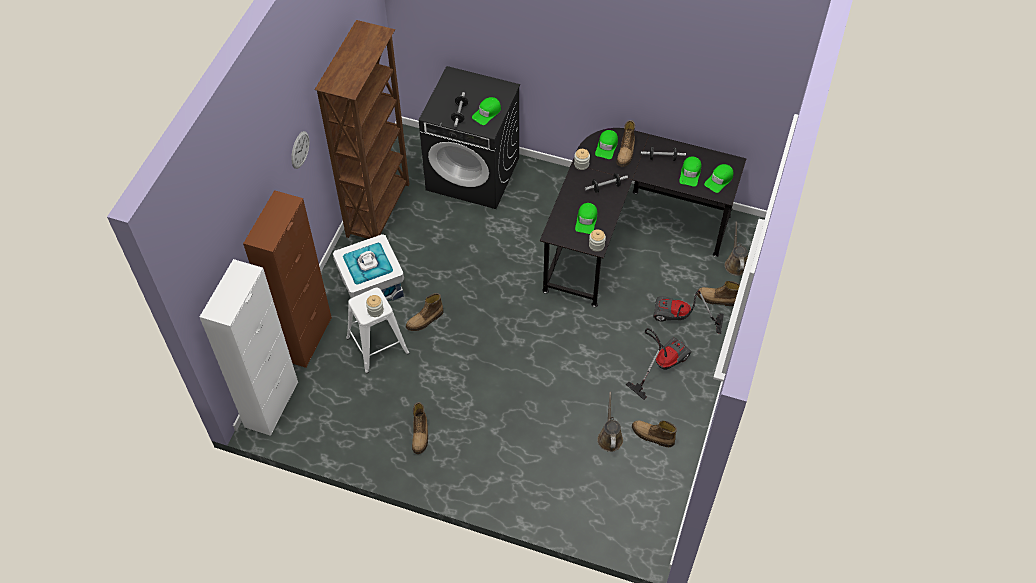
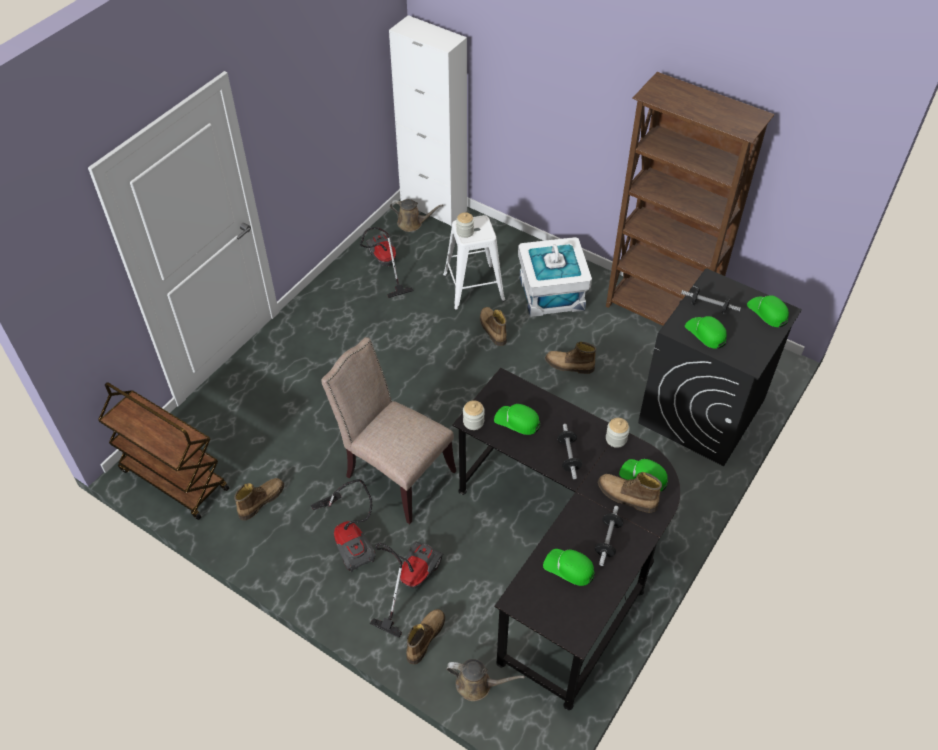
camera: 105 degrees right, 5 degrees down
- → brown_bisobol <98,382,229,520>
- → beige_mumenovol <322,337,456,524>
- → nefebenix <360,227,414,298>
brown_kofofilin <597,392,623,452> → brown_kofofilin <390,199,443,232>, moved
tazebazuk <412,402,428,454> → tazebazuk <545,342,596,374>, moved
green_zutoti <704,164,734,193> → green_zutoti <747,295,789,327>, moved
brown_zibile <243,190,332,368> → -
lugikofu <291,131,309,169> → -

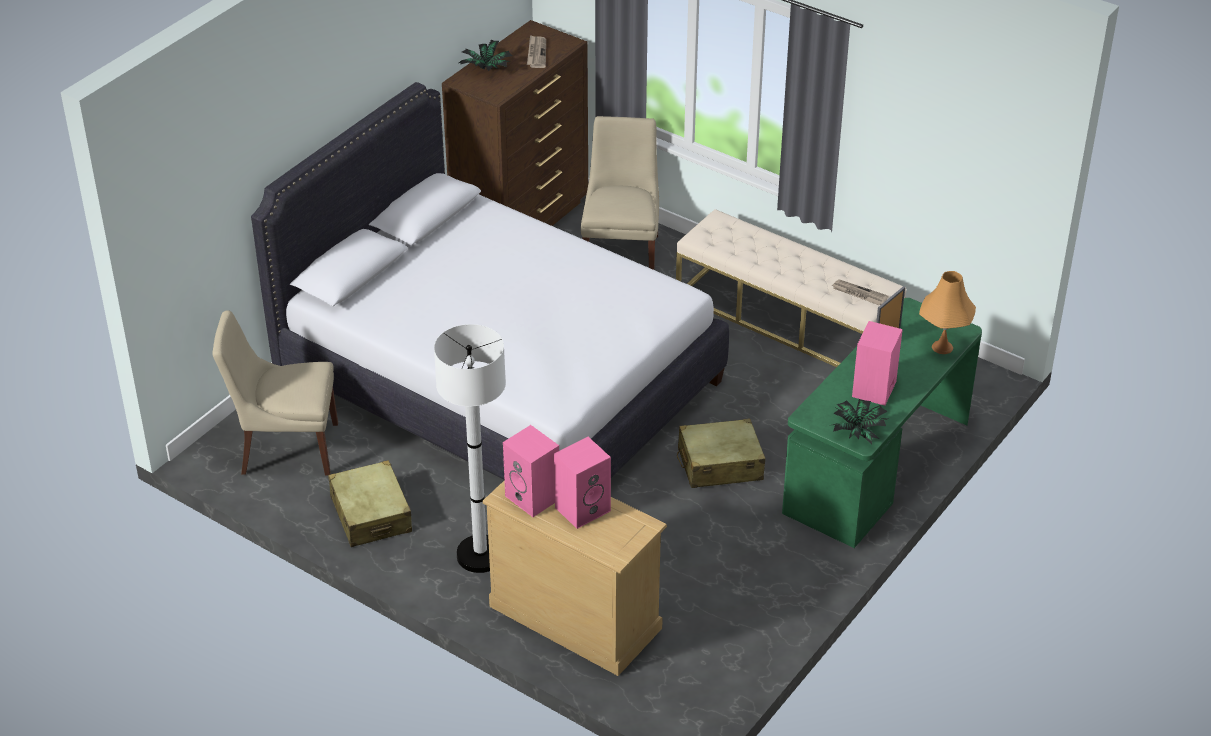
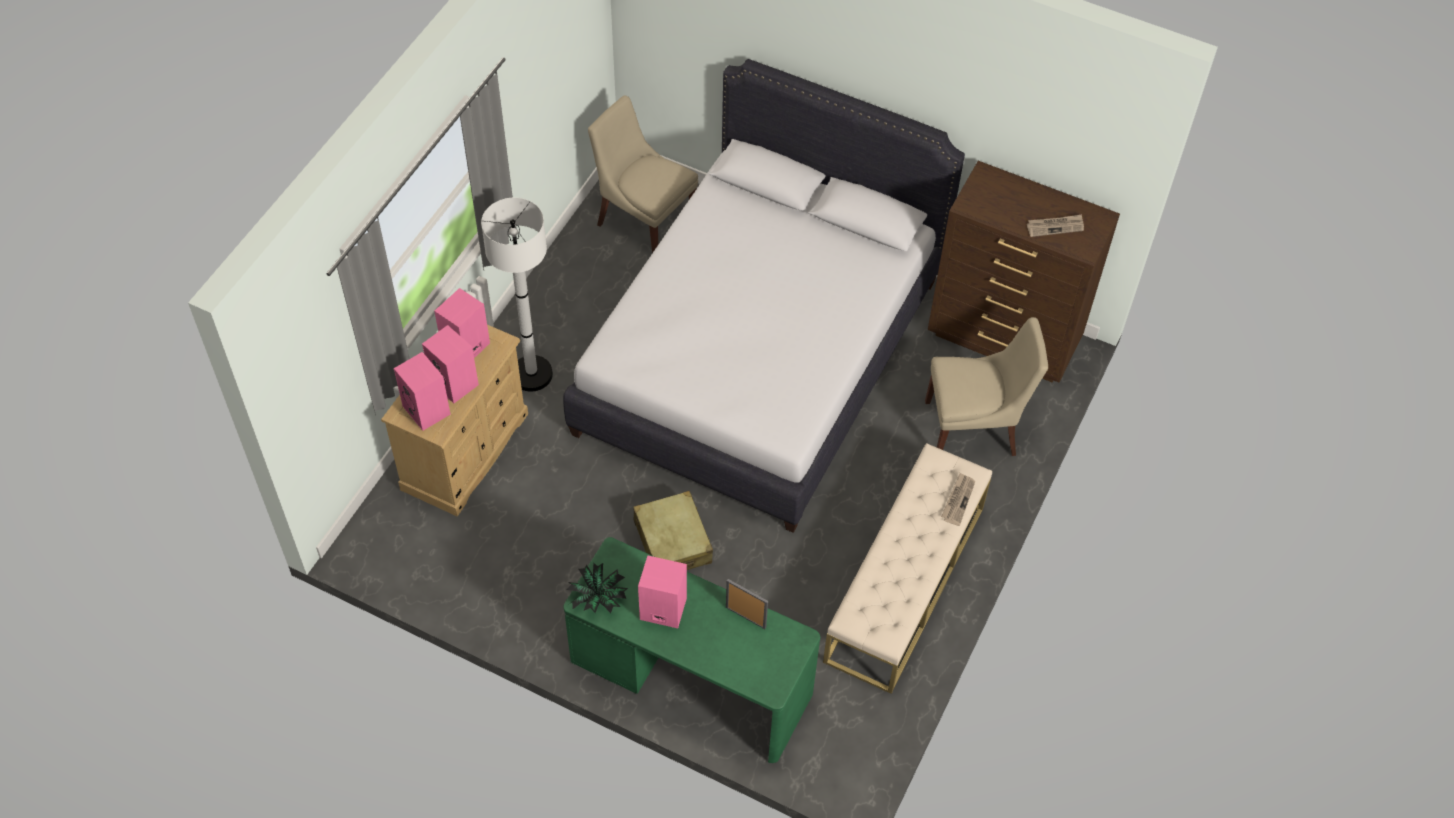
camera: 80 degrees right, 15 degrees up
- → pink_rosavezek <394,352,450,431>
beige_mumenovol <213,310,338,476> → beige_mumenovol <588,96,698,253>, 45 degrees counterclockwise
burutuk <831,279,889,305> → burutuk <941,473,975,526>, moved
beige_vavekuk <328,460,412,547> → -
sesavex <459,39,513,71> → -
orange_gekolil <919,271,976,354> → -

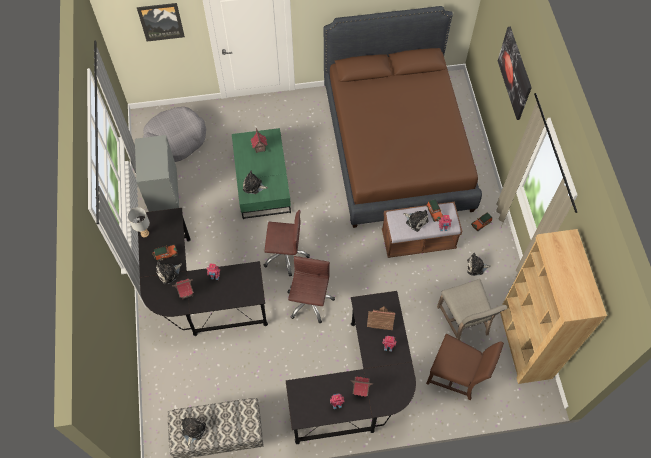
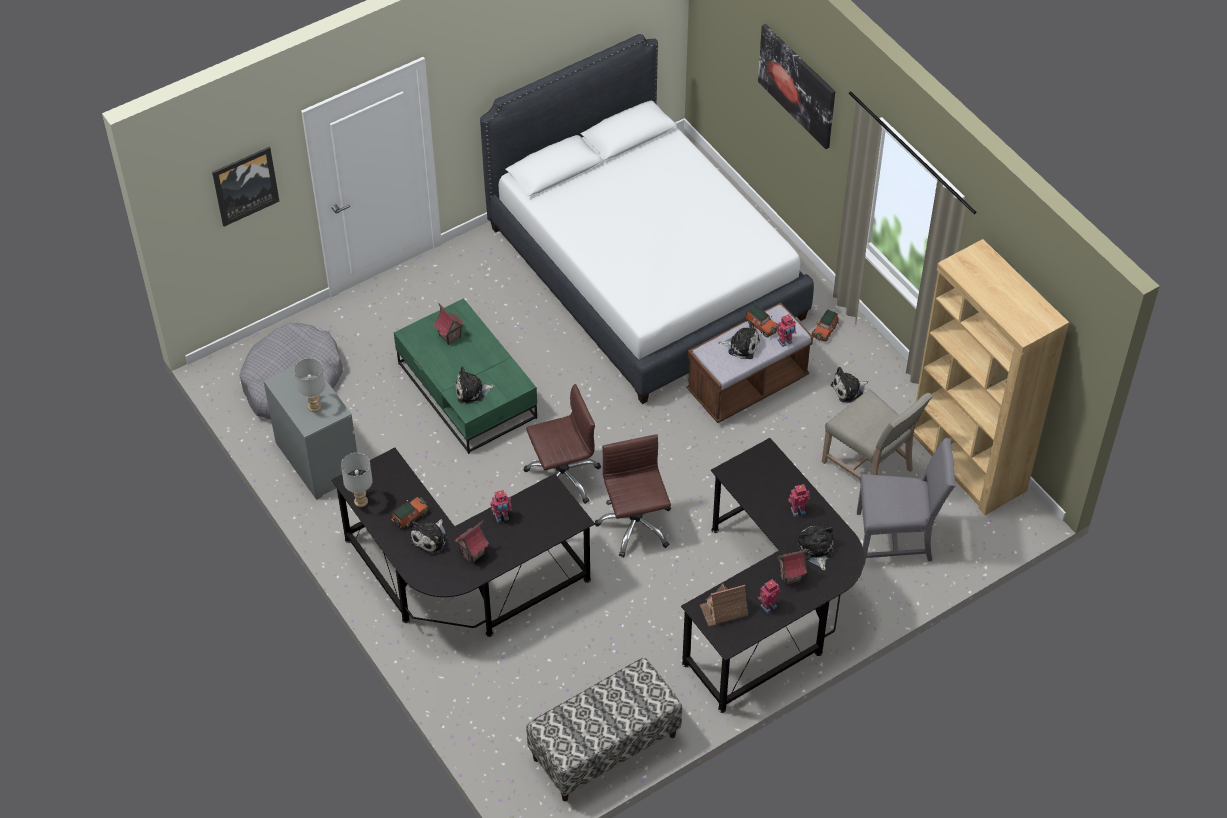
camera: 25 degrees left, 10 degrees down
- → grey_gekolil <294,358,325,412>
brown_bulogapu <324,6,482,228> → white_bulogapu <480,34,814,404>
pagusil <367,306,395,330> → pagusil <700,584,748,626>, moved
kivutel <181,416,206,447> → kivutel <798,526,834,571>, moved
brown_mumenovol <426,334,504,400> → grey_mumenovol <857,438,956,565>

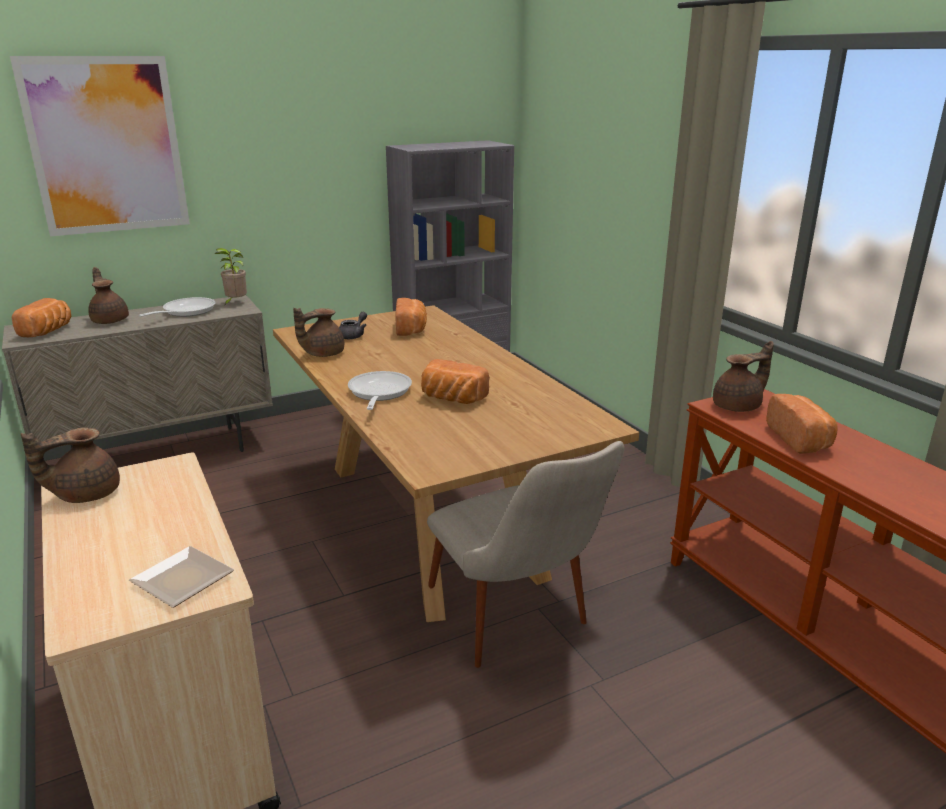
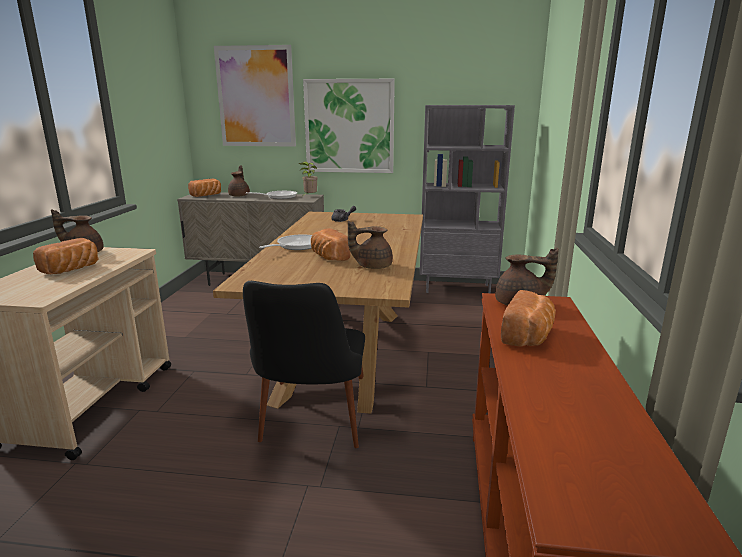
camera: 35 degrees right, 5 degrees down
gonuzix <395,298,427,336> → gonuzix <33,238,98,274>, moved
beige_mumenovol <427,441,624,668> → black_mumenovol <243,281,365,448>
- → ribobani <303,79,395,173>
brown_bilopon <293,308,344,357> → brown_bilopon <348,221,393,269>, moved
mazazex <129,546,234,608> → -

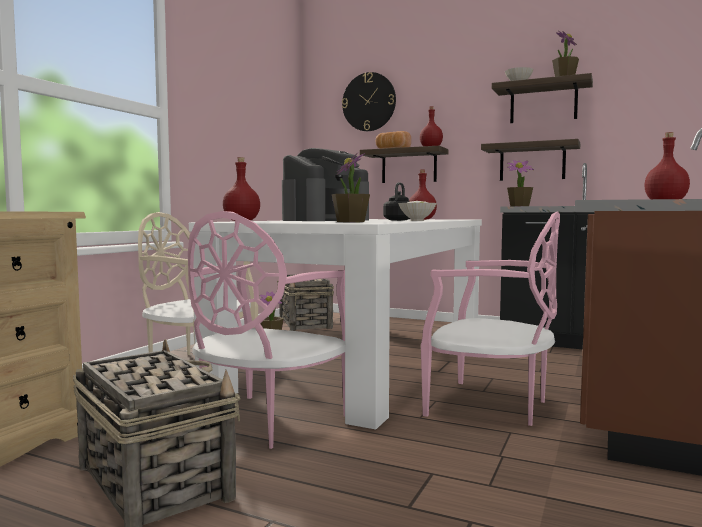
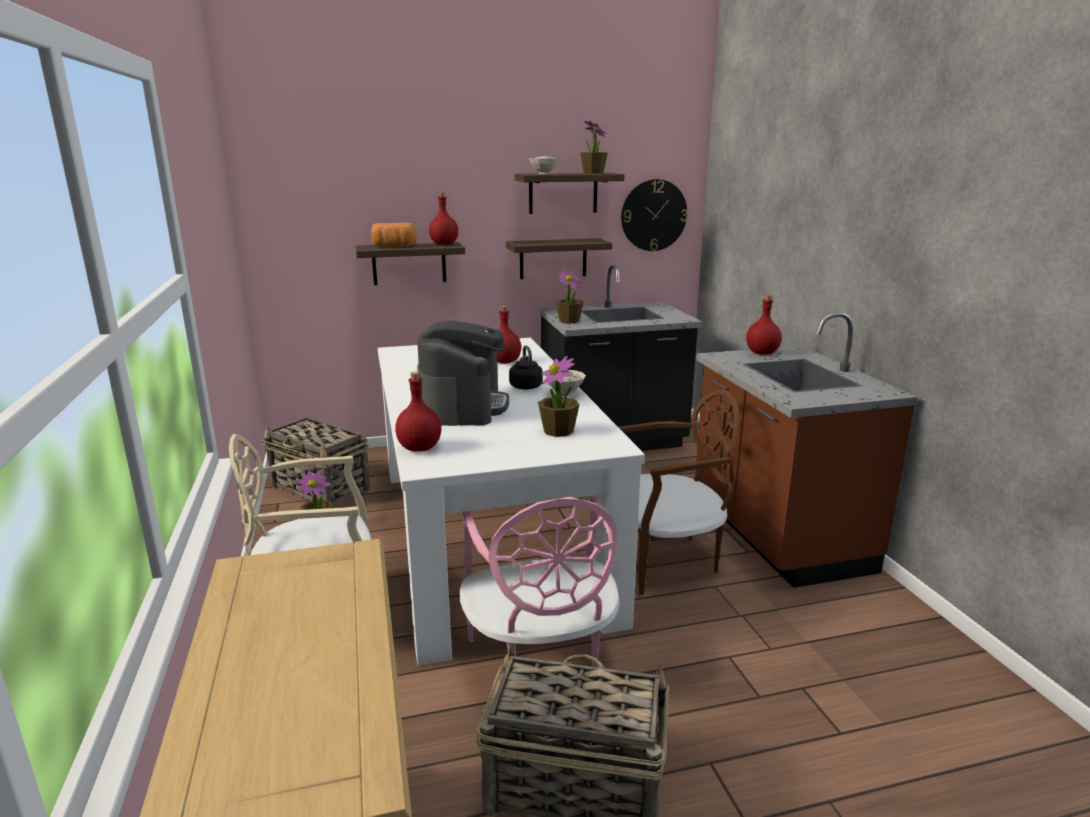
camera: 40 degrees left, 15 degrees up
pink_mumenovol <421,212,560,426> → brown_mumenovol <619,389,739,595>
lugikofu <342,72,396,131> → lugikofu <621,179,688,251>, moved

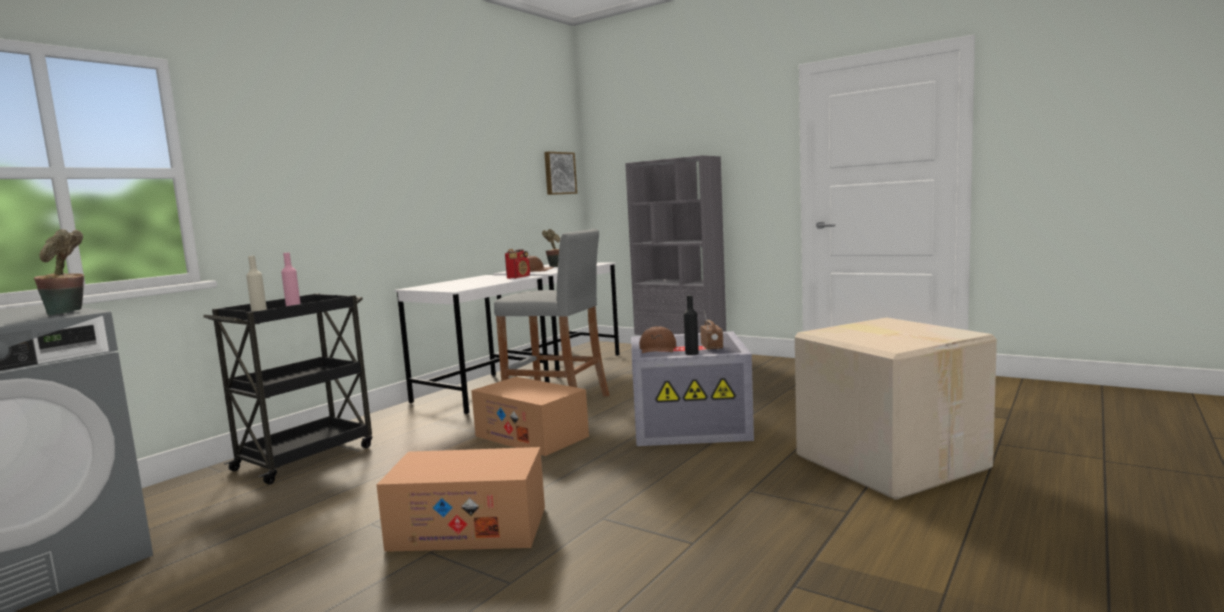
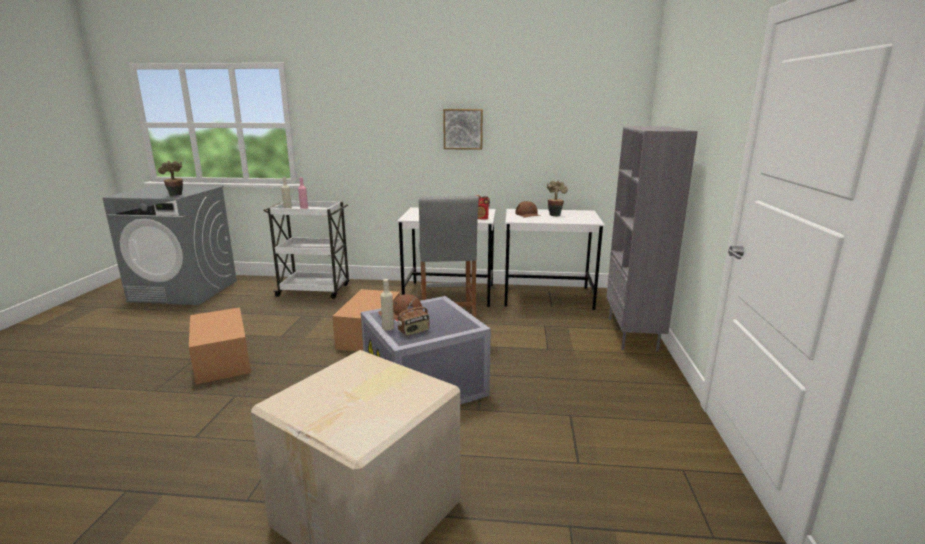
camera: 60 degrees right, 10 degrees up
black_bisobol <203,293,372,484> → white_bisobol <263,201,349,299>
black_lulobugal <684,295,699,355> → beige_lulobugal <380,279,394,330>
ribobani <544,152,577,195> → ribobani <443,109,483,150>, moved

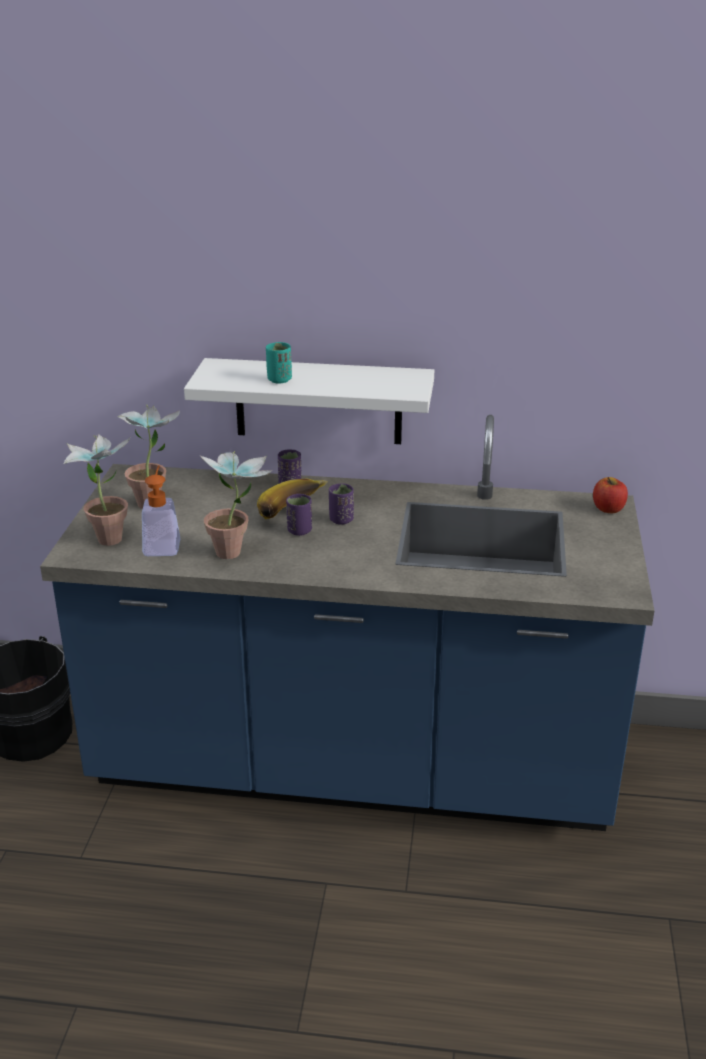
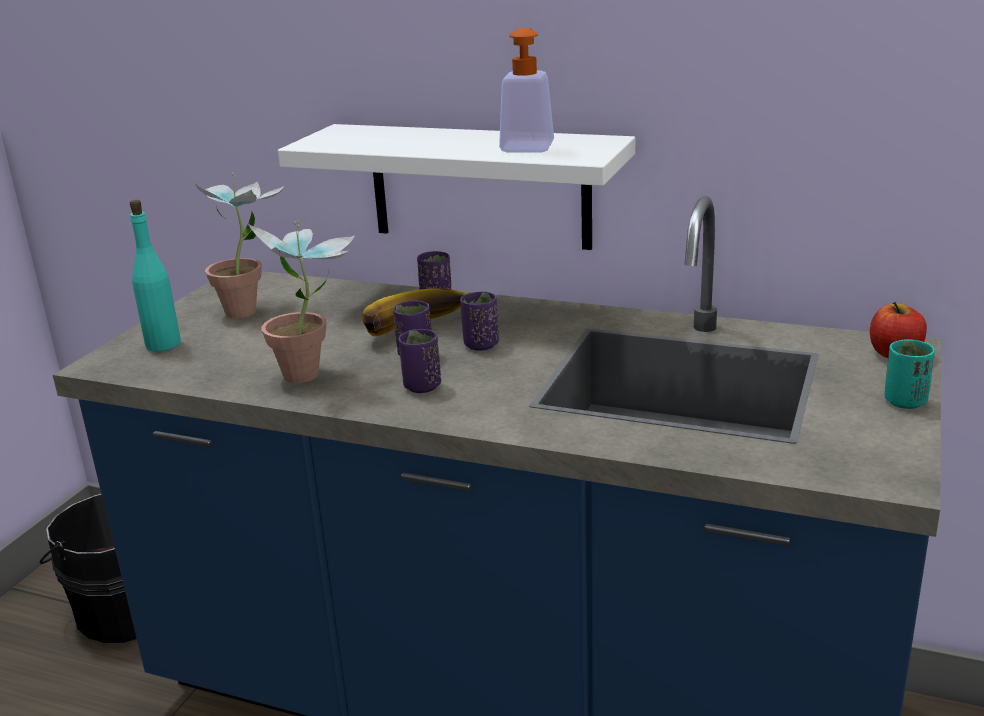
camera: 15 degrees right, 5 degrees down
sesavex <64,435,130,546> → turquoise_lulobugal <130,200,181,352>
- → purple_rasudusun <398,329,441,393>
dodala <142,465,181,556> → dodala <499,28,554,153>, moved
turquoise_rasudusun <266,342,292,384> → turquoise_rasudusun <884,339,935,409>, moved

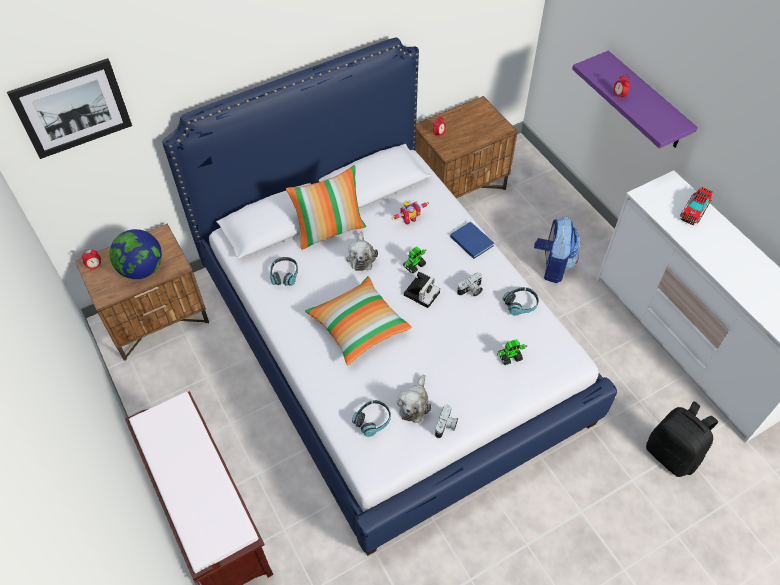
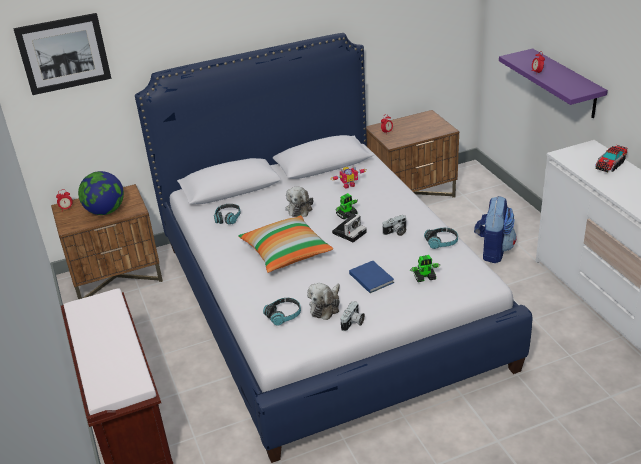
camera: 10 degrees right, 20 degrees down
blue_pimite <450,222,494,259> → blue_pimite <349,261,394,293>, moved
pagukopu <286,165,366,250> → -
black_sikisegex <646,401,718,477> → -

